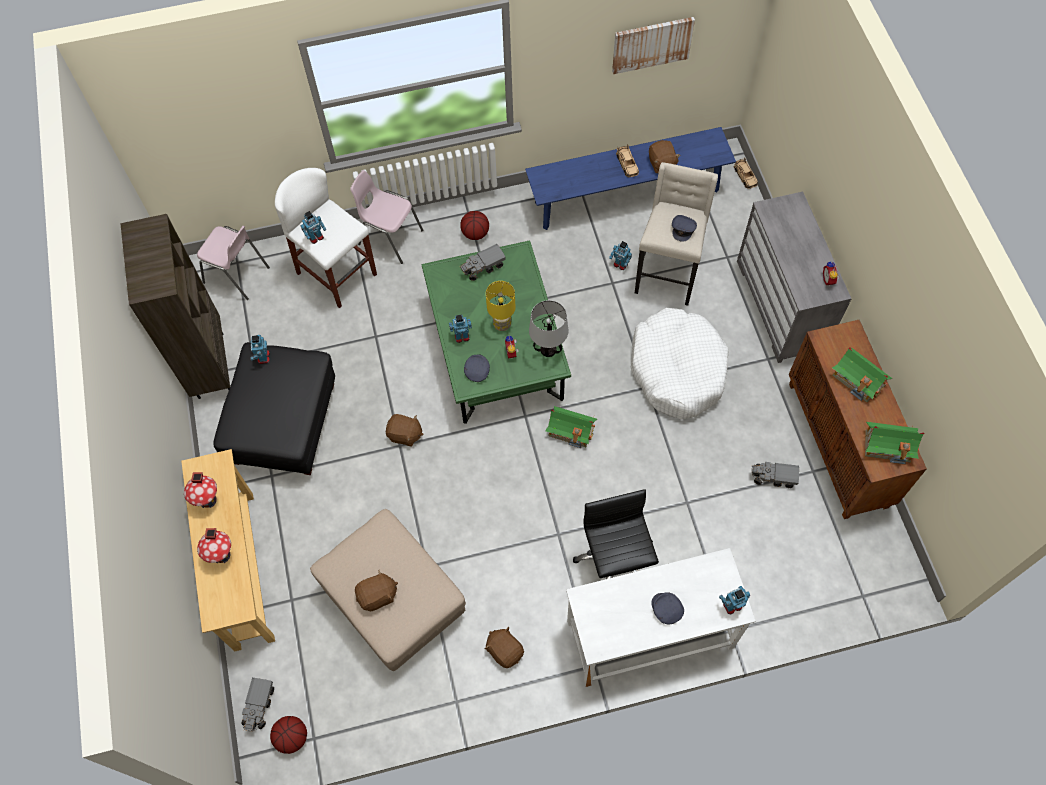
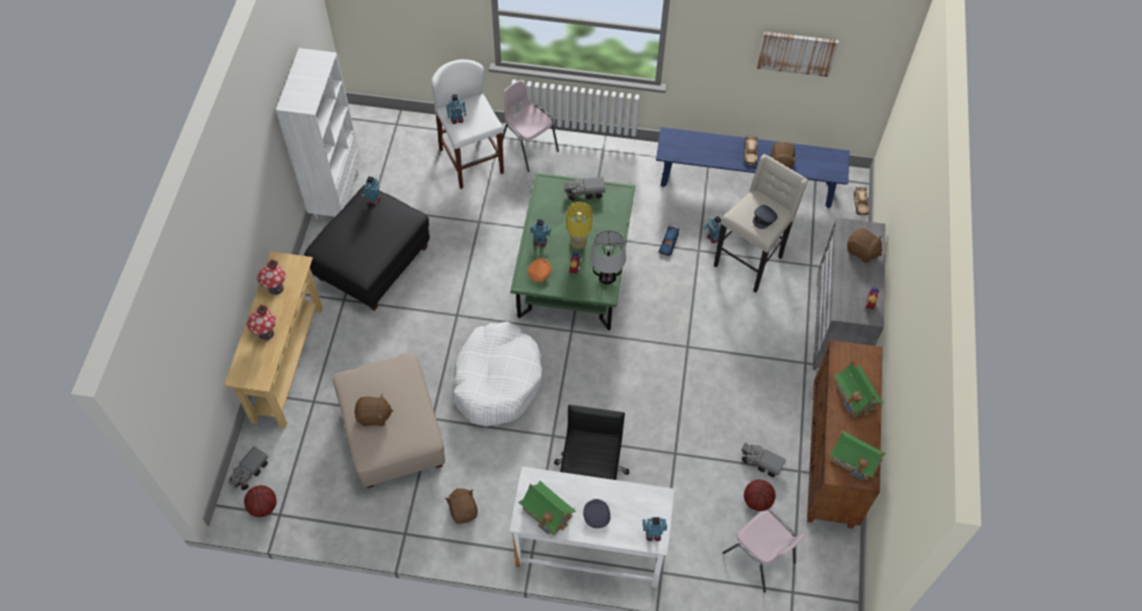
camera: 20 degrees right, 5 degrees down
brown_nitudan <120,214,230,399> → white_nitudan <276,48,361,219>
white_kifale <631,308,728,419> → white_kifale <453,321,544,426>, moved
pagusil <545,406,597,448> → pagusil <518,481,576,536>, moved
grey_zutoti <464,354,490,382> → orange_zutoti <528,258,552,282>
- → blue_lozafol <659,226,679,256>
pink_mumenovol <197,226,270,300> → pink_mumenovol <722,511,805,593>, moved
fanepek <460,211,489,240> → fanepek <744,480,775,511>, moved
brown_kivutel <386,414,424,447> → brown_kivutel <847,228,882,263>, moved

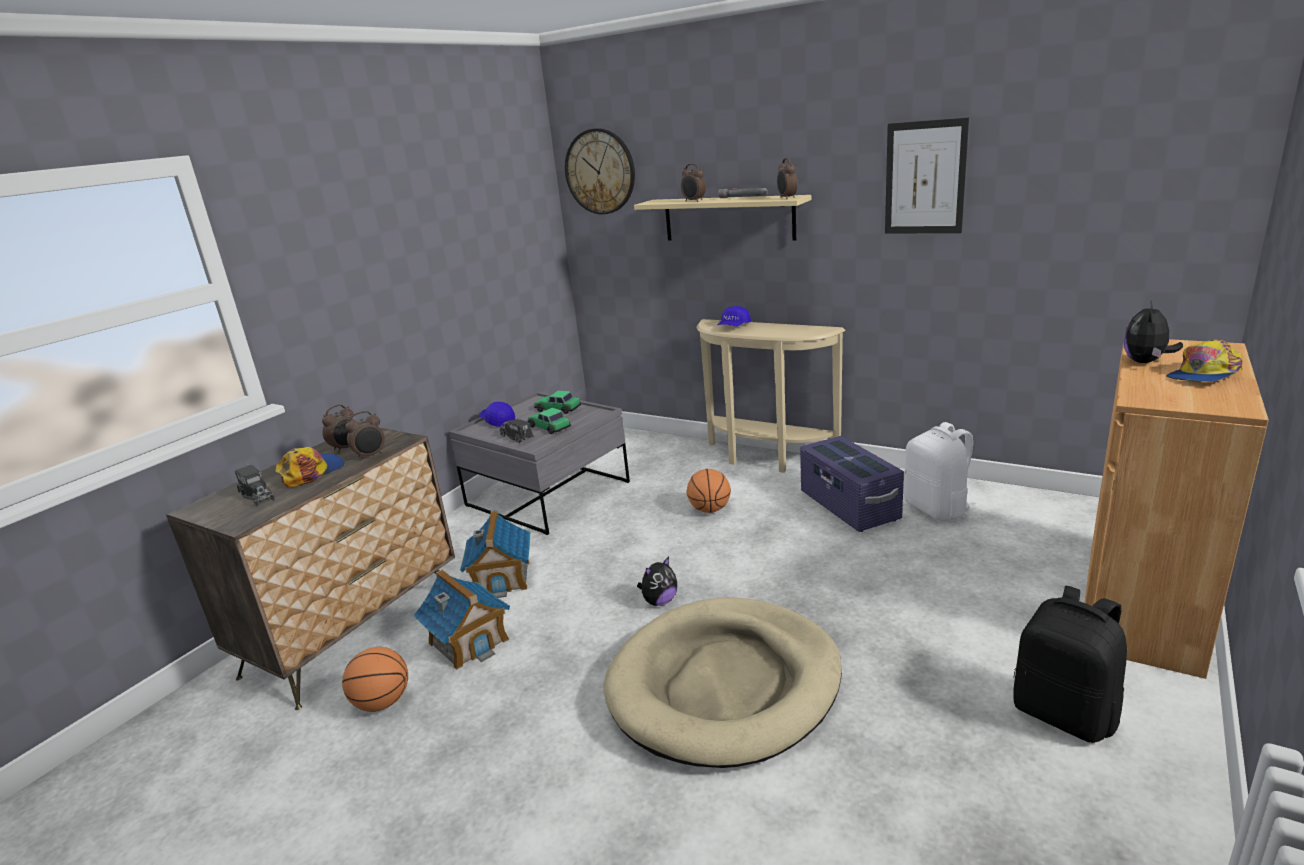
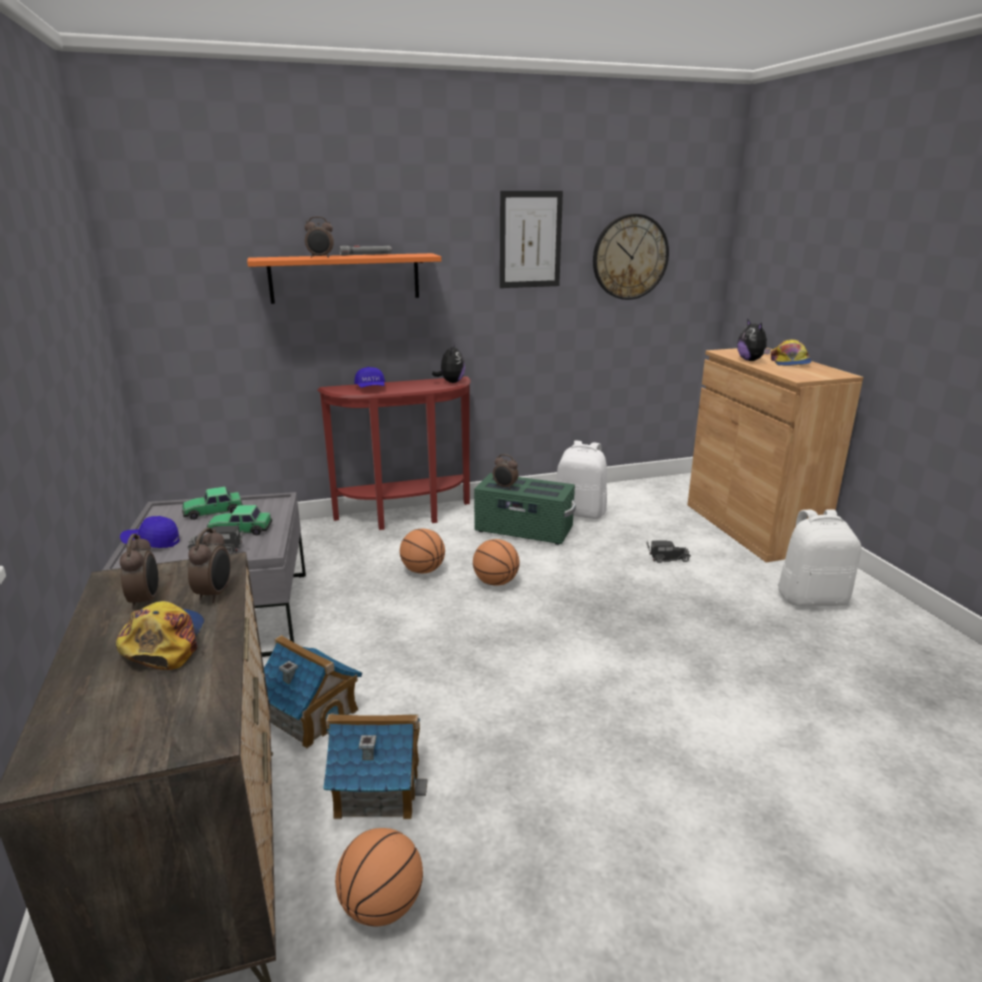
camera: 50 degrees left, 0 degrees up
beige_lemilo <634,195,811,240> → orange_lemilo <247,253,441,304>
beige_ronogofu <697,319,846,473> → red_ronogofu <317,376,471,530>
kivutel <637,557,677,606> → kivutel <432,344,465,383>, moved
- → fanepek <473,539,520,586>
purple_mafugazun <800,436,904,532> → green_mafugazun <474,473,576,545>
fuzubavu <777,158,797,199> → fuzubavu <493,454,519,490>, moved
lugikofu <565,128,635,215> → lugikofu <593,214,669,300>, moved
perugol <235,463,275,507> → perugol <647,541,691,563>, moved
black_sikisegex <1013,586,1127,743> → white_sikisegex <778,510,861,606>
beige_kifale <604,598,842,768> → -

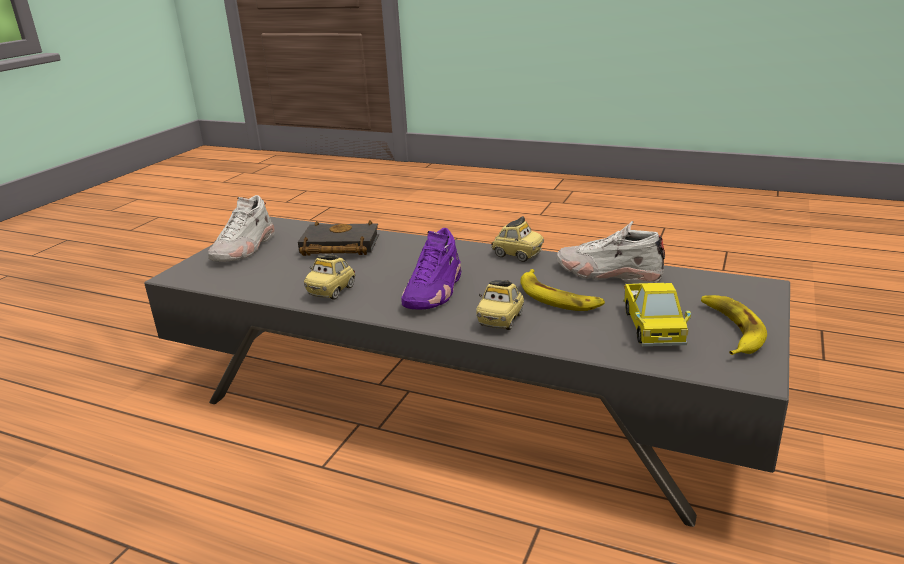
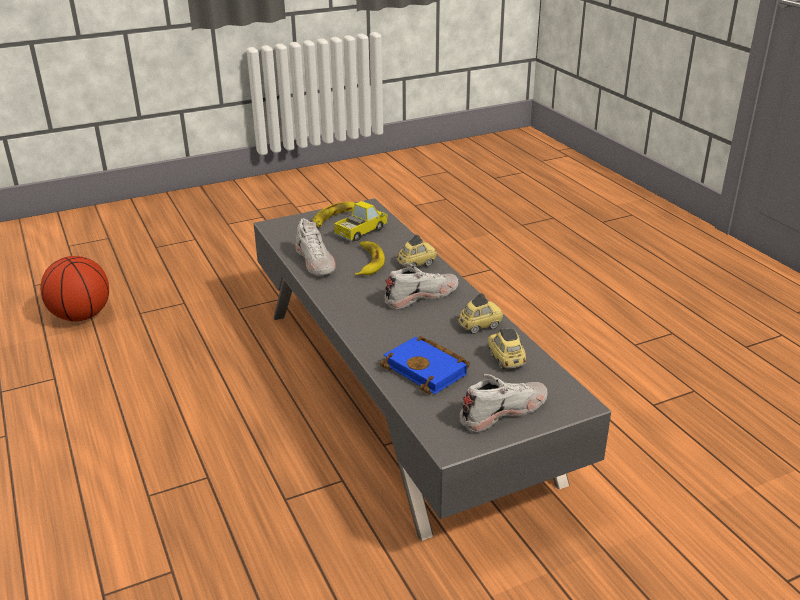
camera: 140 degrees left, 5 degrees up
- → fanepek <40,256,109,321>
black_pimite <298,221,379,256> → blue_pimite <380,336,470,394>
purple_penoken <401,228,461,309> → white_penoken <384,263,459,310>
lozafol <491,216,544,262> → lozafol <488,328,526,370>, moved

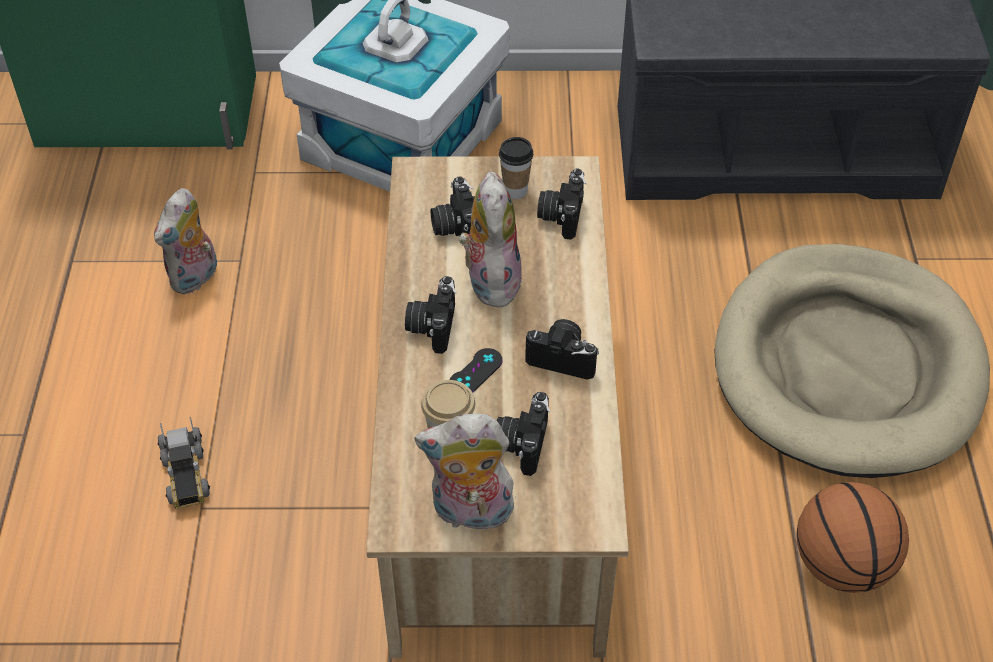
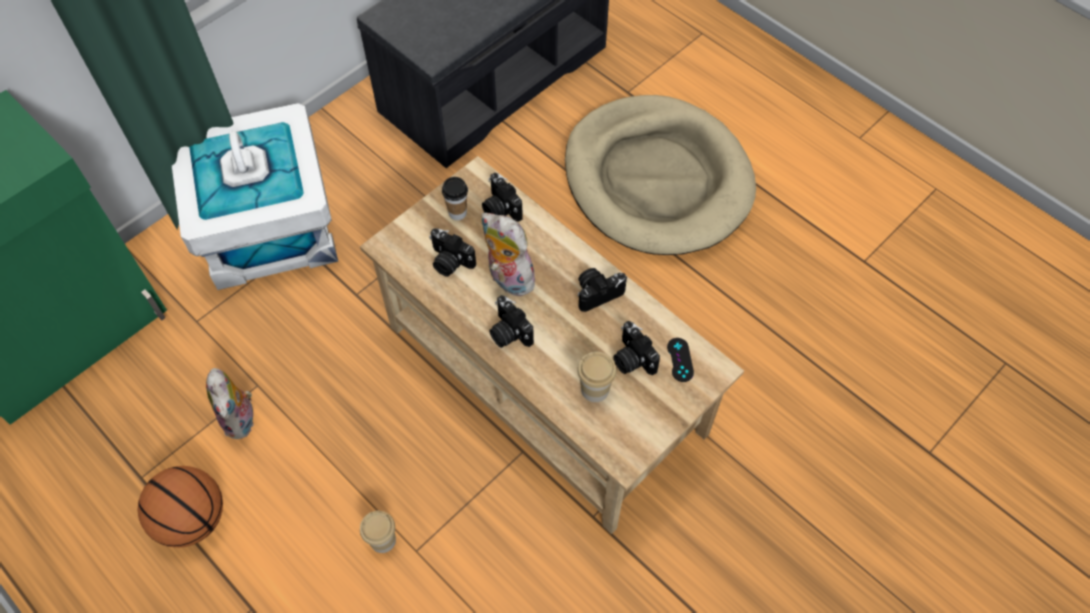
camera: 45 degrees left, 10 degrees up
fanepek <796,482,909,593> → fanepek <137,466,223,548>, moved
perugol <158,417,210,509> → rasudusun <360,511,396,553>
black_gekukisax <450,348,503,393> → black_gekukisax <667,338,694,382>, moved
kivutel <415,414,516,536> → -

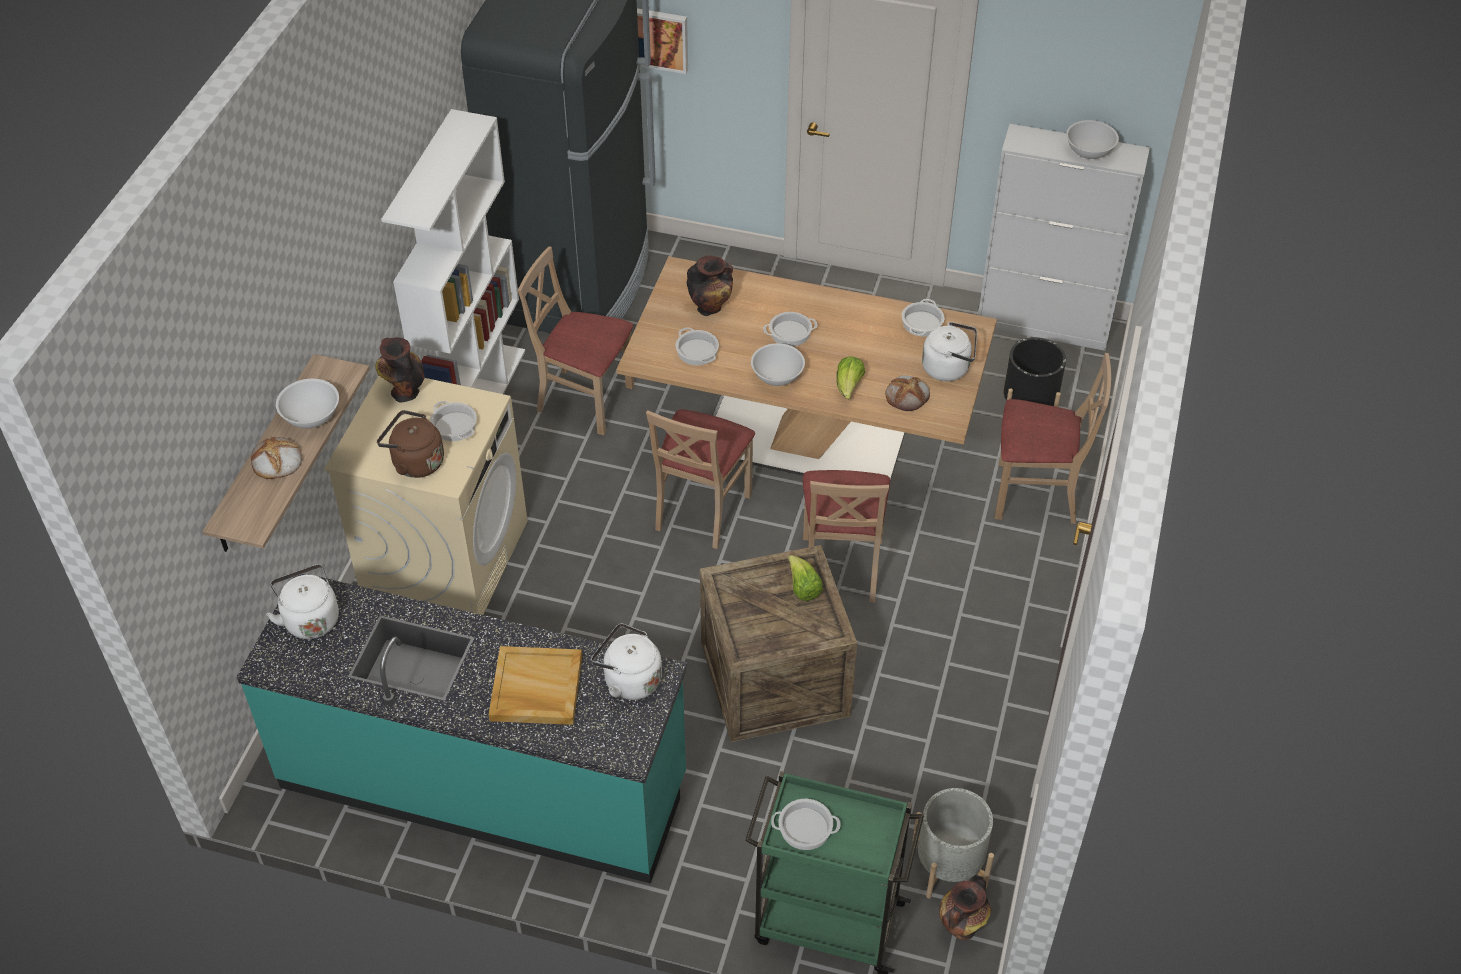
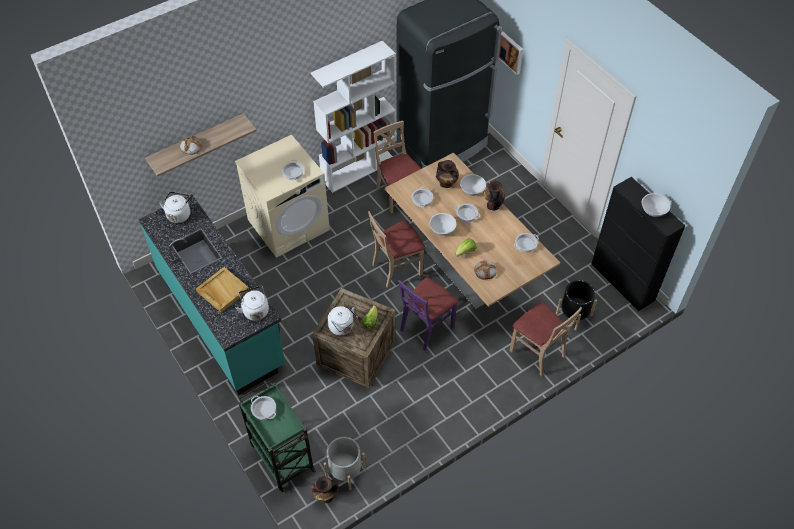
camera: 40 degrees right, 5 degrees up
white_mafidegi <922,322,977,381> → white_mafidegi <327,306,358,335>, moved
beige_mumenovol <803,470,890,602> → purple_mumenovol <398,277,458,350>
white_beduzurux <276,379,339,428> → white_beduzurux <460,174,486,196>, moved
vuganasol <375,337,425,403> → vuganasol <484,180,505,211>, moved
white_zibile <978,124,1150,351> → black_zibile <591,177,685,311>
brown_mafidegi <377,410,444,478> → -

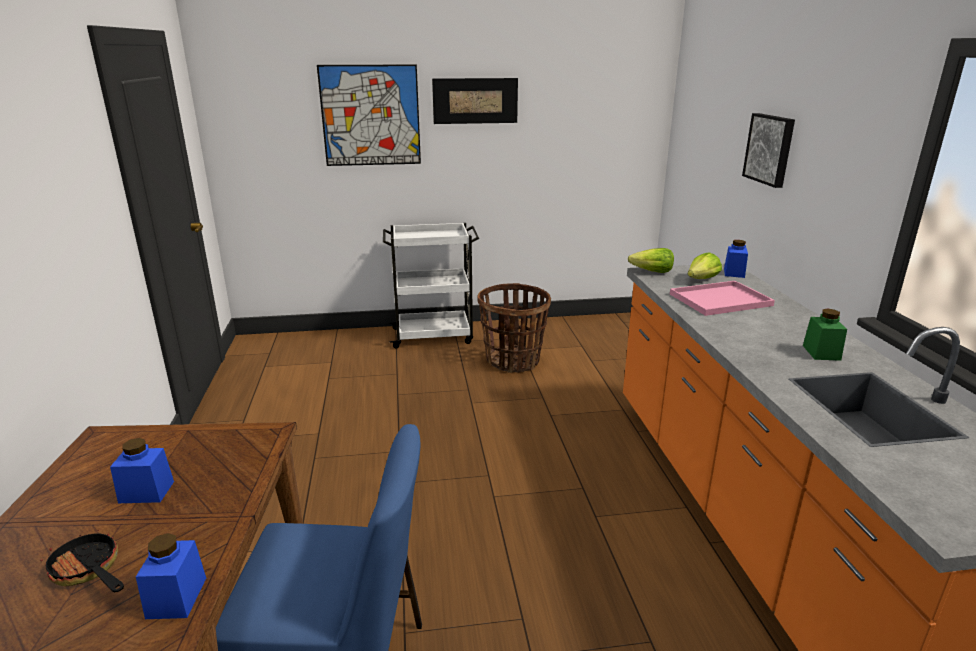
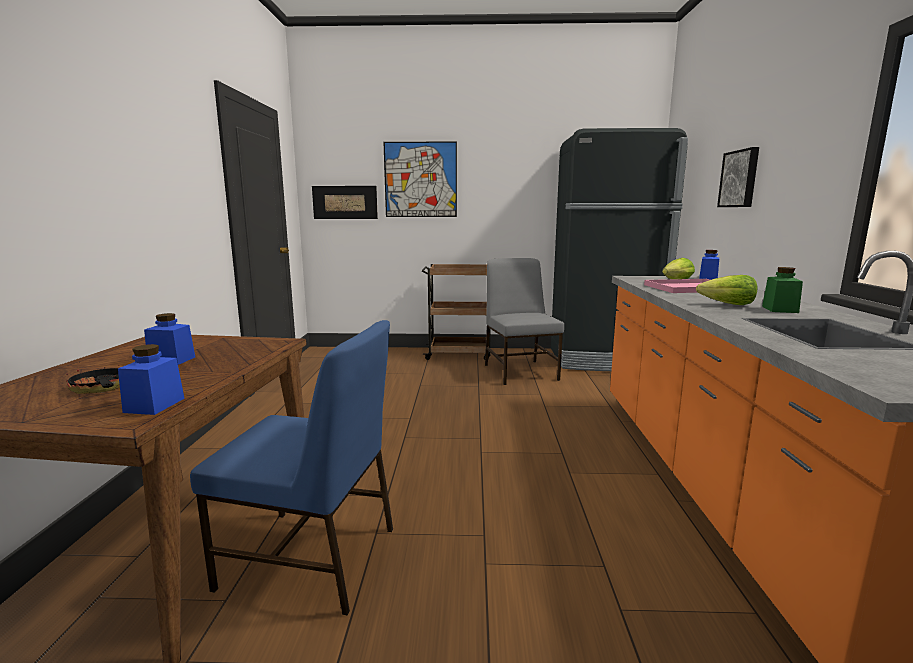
camera: 10 degrees right, 10 degrees down
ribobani <432,78,518,124> → ribobani <312,186,378,219>, moved
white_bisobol <383,223,479,348> → brown_bisobol <422,264,491,360>
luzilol <478,283,551,373> → grey_mumenovol <485,258,564,385>
- → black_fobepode <551,128,688,371>
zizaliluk <628,248,674,273> → zizaliluk <696,275,757,305>, moved

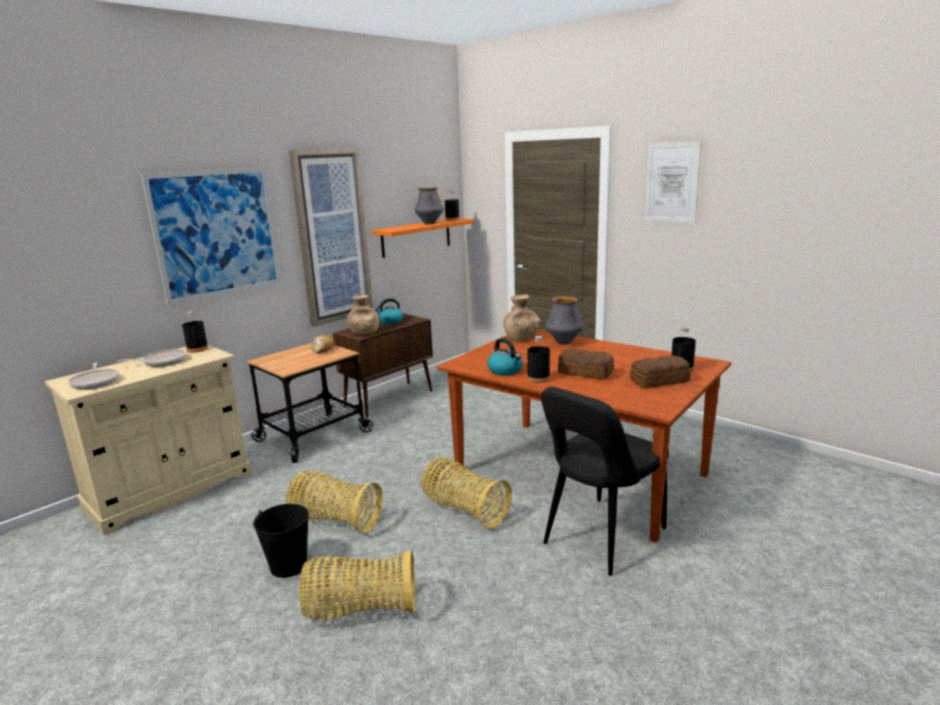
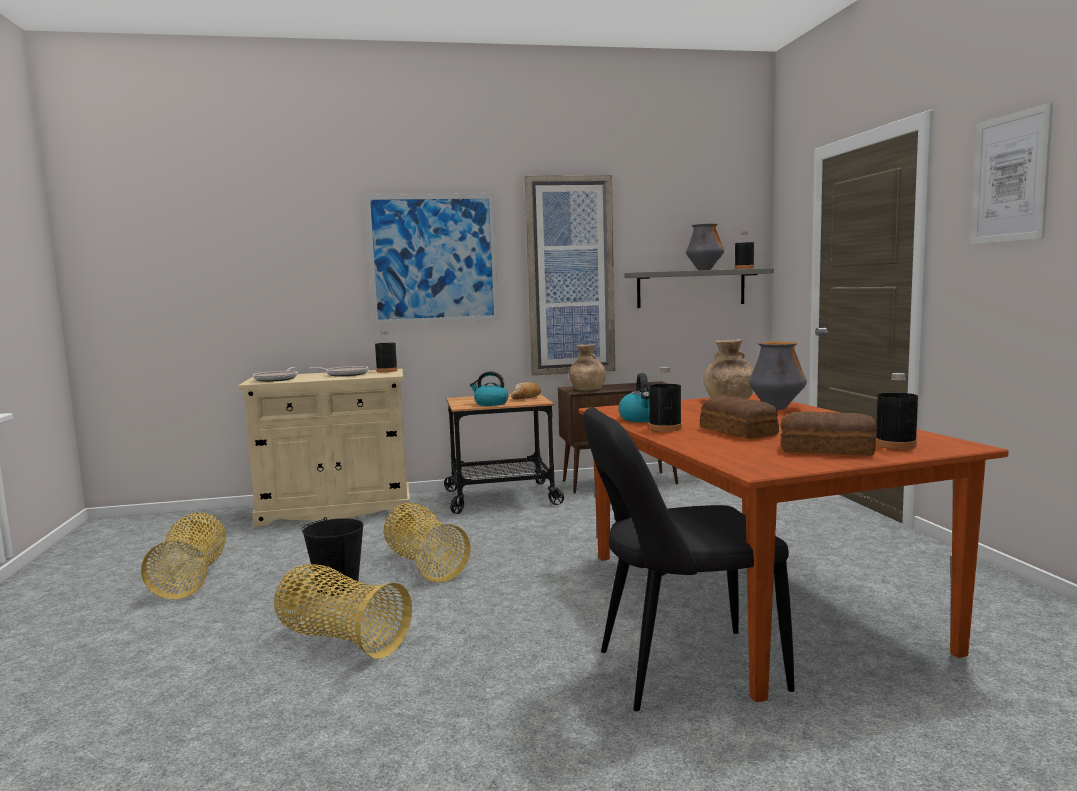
camera: 35 degrees right, 10 degrees down
luzilol <421,457,512,528> → luzilol <141,513,226,599>, moved
mafidegi <374,298,403,324> → mafidegi <470,371,509,406>, moved
orange_lemilo <372,218,475,258> → grey_lemilo <624,268,774,308>

